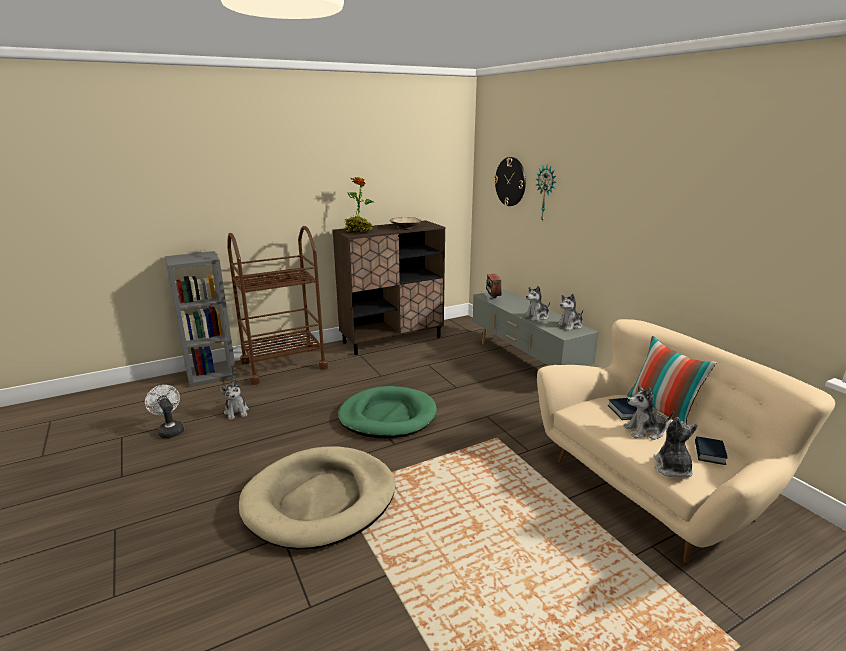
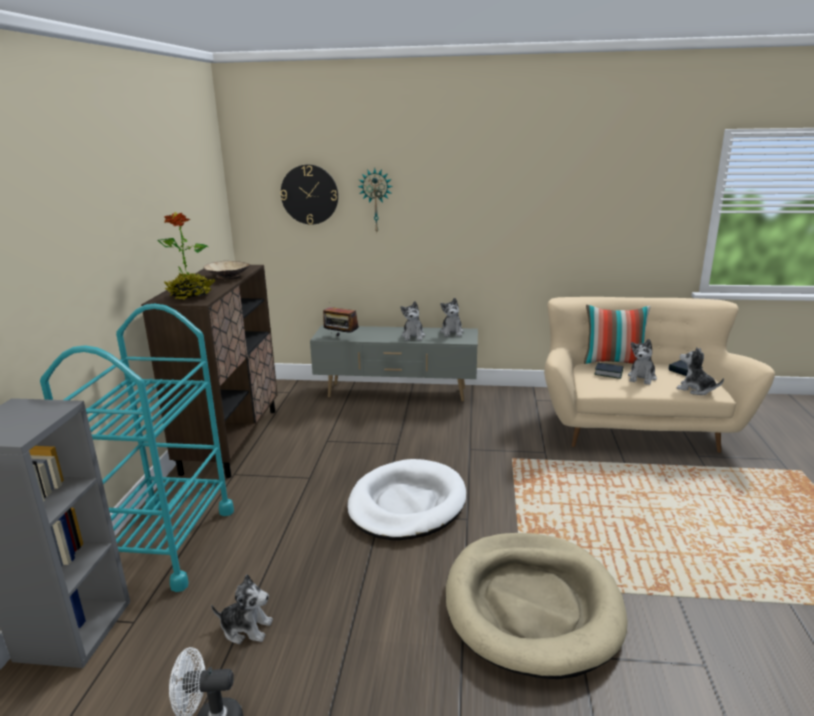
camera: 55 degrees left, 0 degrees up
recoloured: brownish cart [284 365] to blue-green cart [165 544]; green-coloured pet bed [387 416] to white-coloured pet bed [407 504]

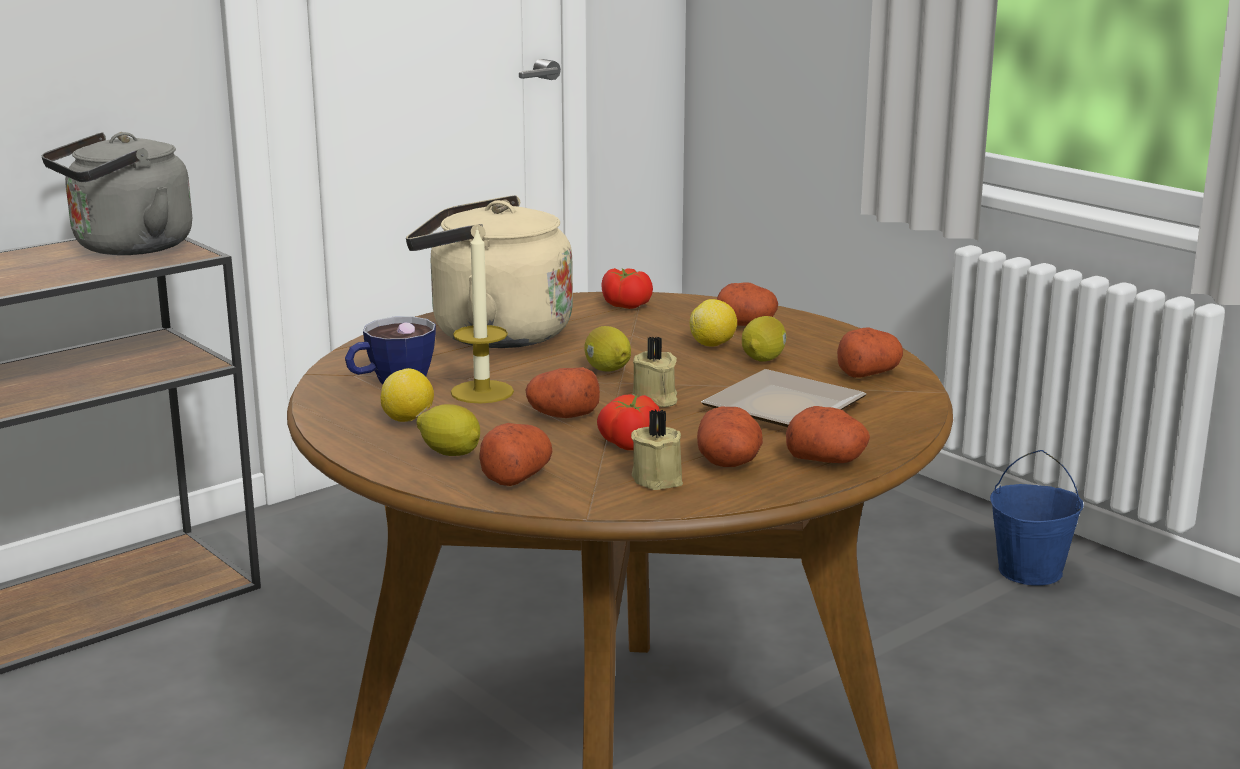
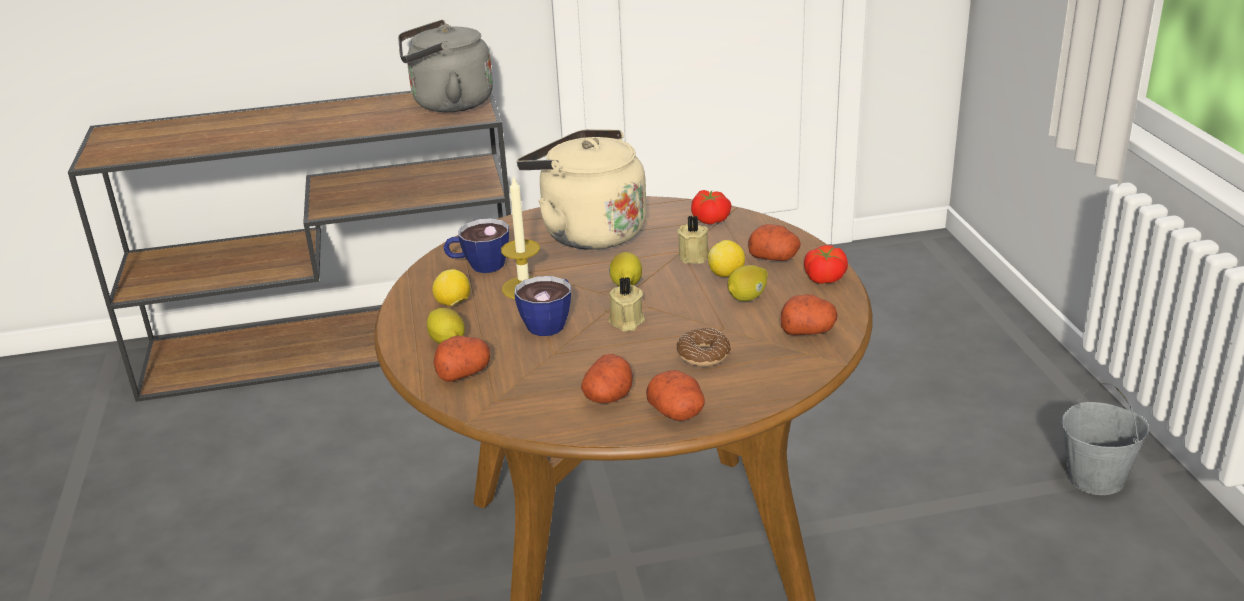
camera: 30 degrees right, 10 degrees up
moved: beige-coloured wax candle [659 478] to [695 256]; whole tomato [629 443] to [823 278]
replaced: spud [562 415] to drinking cup [551 322]; flat dish [785 410] to ring doughnut [703 355]
recoloured: blue water bucket [1030 571] to grey water bucket [1095 478]

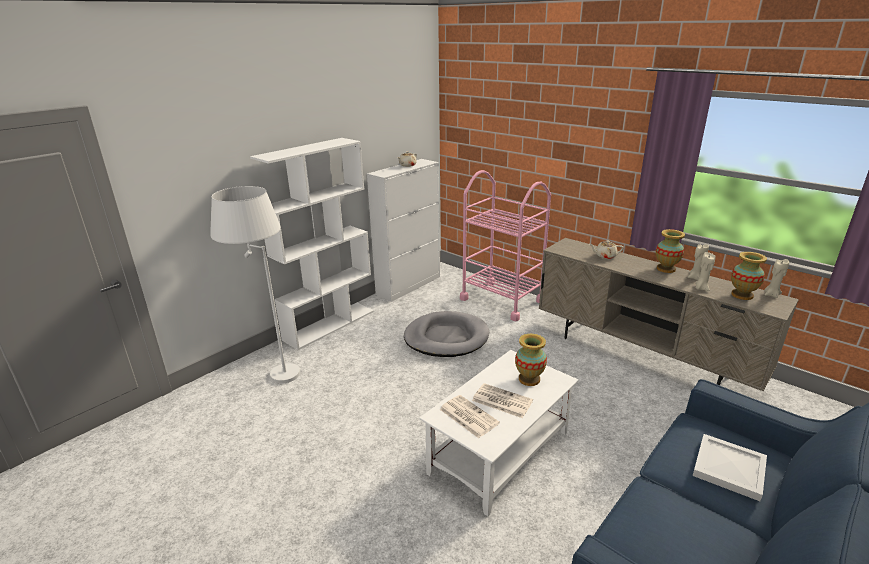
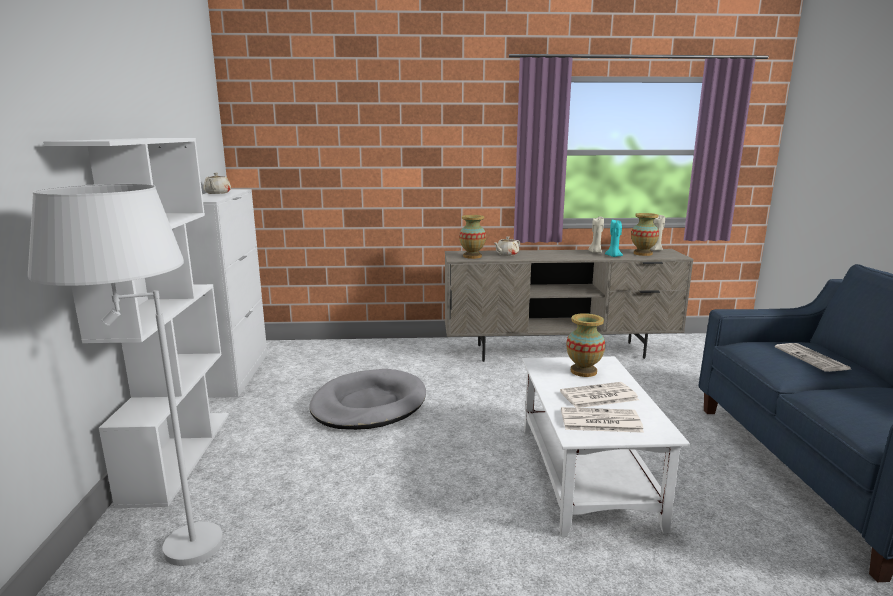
camera: 45 degrees left, 10 degrees down
removed: pinkish cart [502 300]
moved: flower vase [666 269] to [472 256]
replaced: white-coloured carrying tray [730 469] to daily paper [813 358]
recoloured: beige-coloured wax candle [701 288] to blue-green wax candle [613 256]

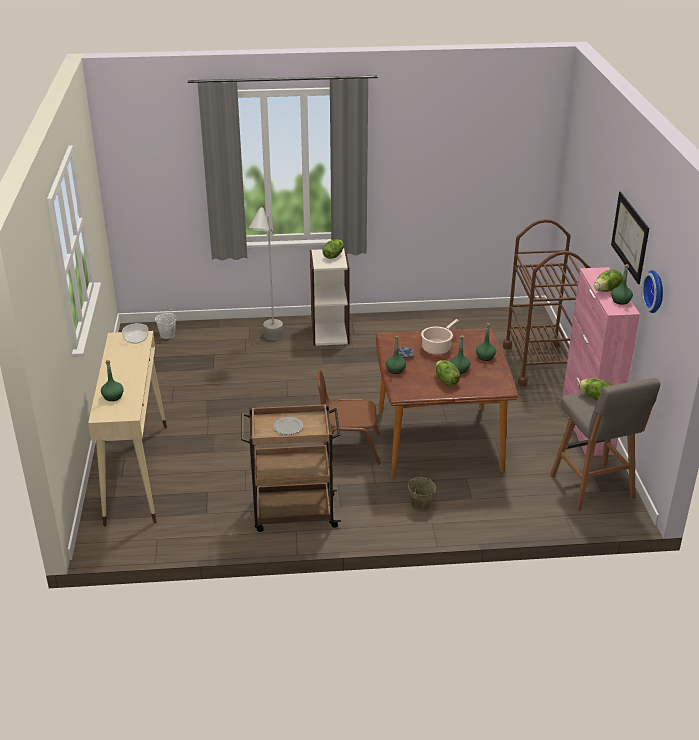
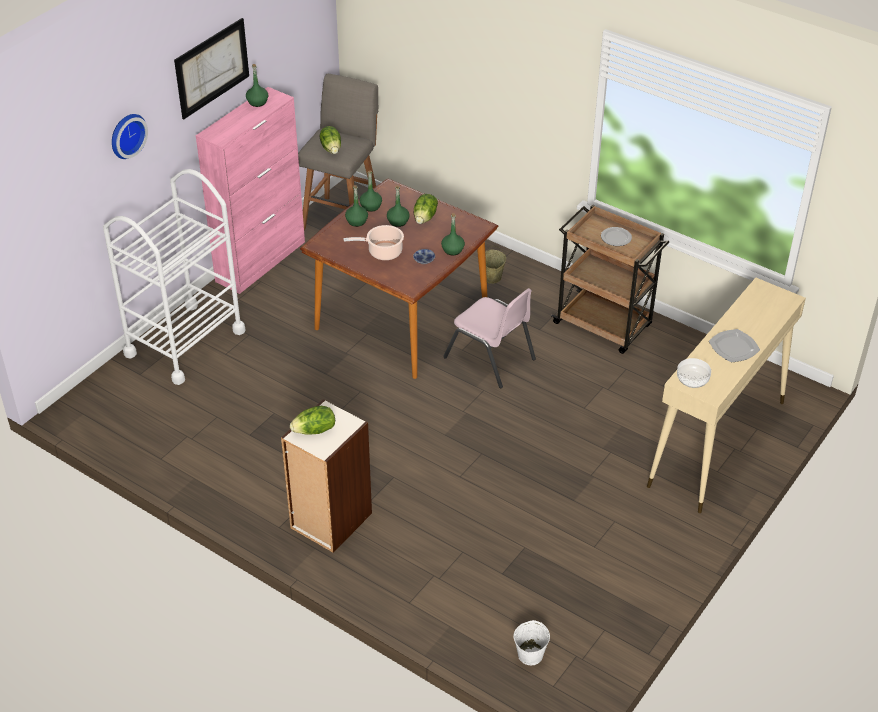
camera: 140 degrees left, 10 degrees up
removed: grey standard lamp [270 344]; lettuce head [607 290]
added: flat dish [733 348]
moved: hanging clock [656 291] to [126 135]; green-coloured drink bottle [113 396] to [370 206]
recoloured: brownish cart [539 364] to white-coloured cart [185 342]; brownish upright chair [348 448] to pinkish upright chair [490 358]

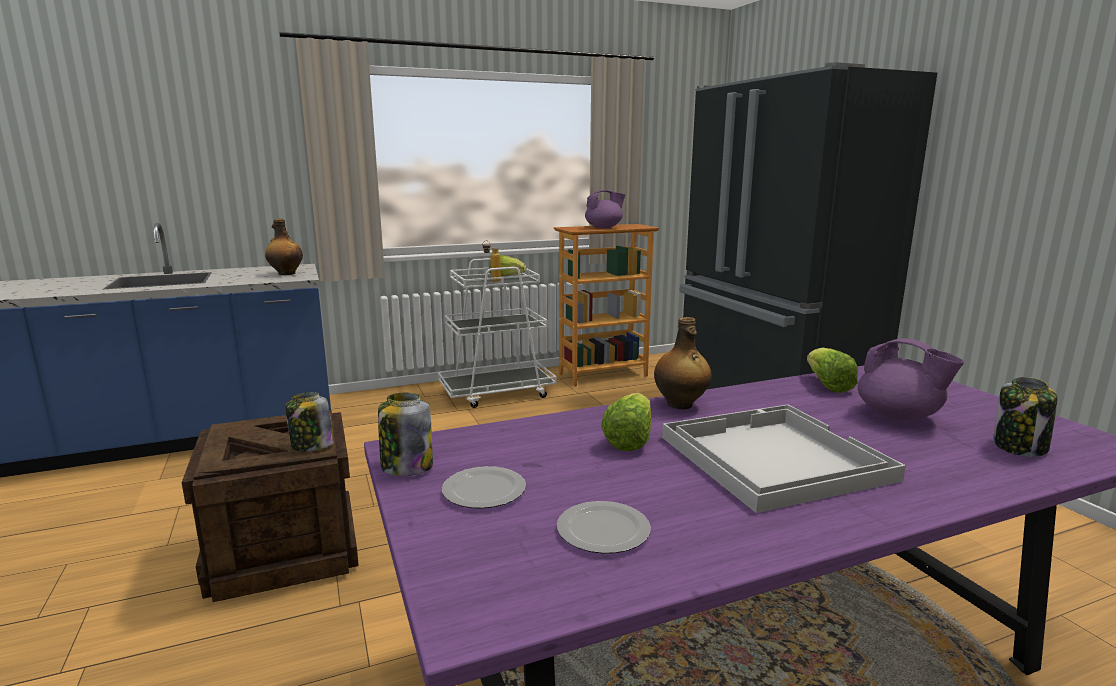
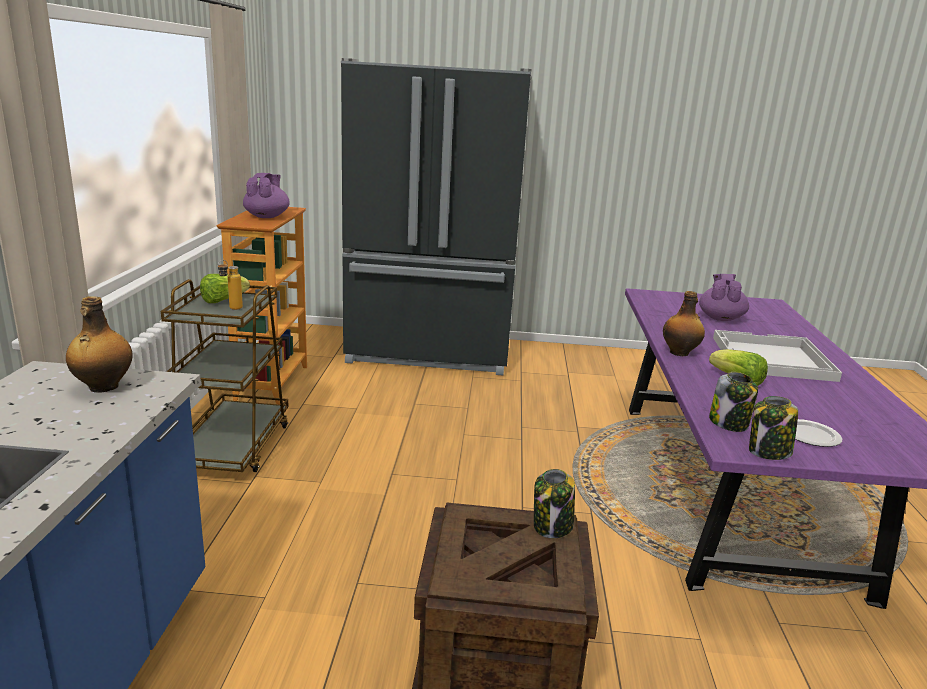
camera: 65 degrees left, 5 degrees up
removed: flat dish [605 530]; lettuce head [827 385]
moved: storage jar [1020 447] to [729 423]
recoloured: white-coloured cart [497 393] to brownish cart [233 447]
turned: purple teapot [899 416] = [720 318] 60 degrees counterclockwise

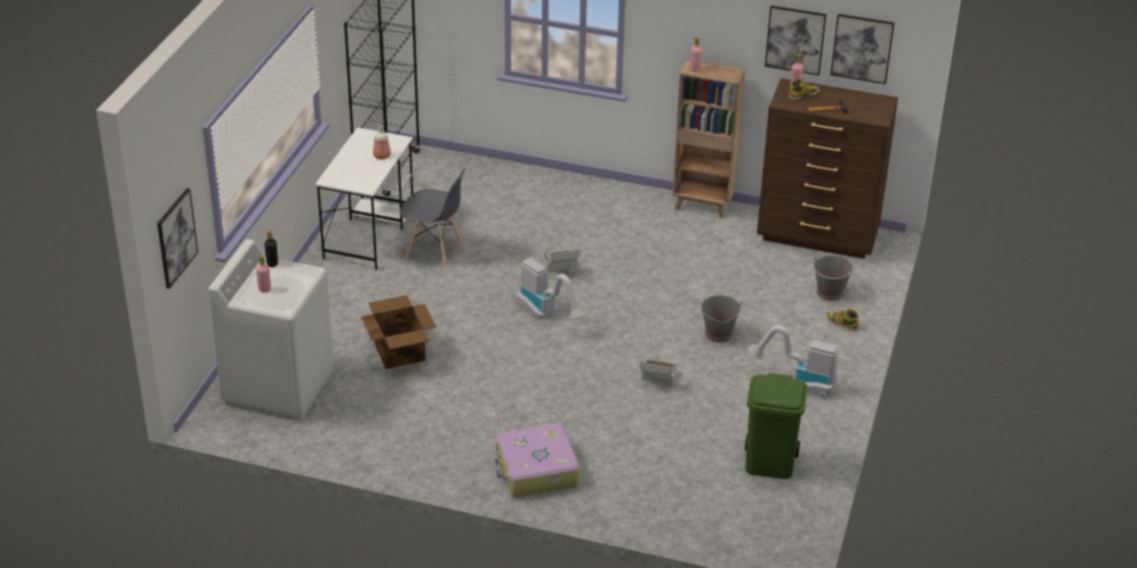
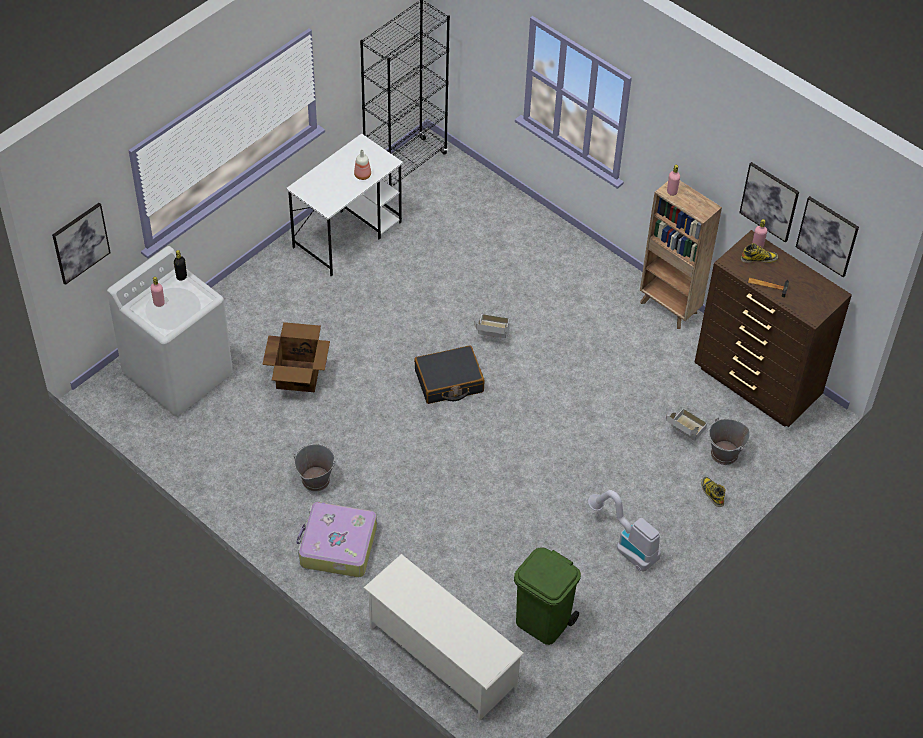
camera: 25 degrees right, 15 degrees up
removed: grey upright chair [434 251]
added: white-coloured shoe stand [441 656]
moved: grey water bucket [718 334] to [315 479]; packing box [657 381] to [683 432]
replaced: vacuum cleaner [547 314] to black suitcase [449 381]

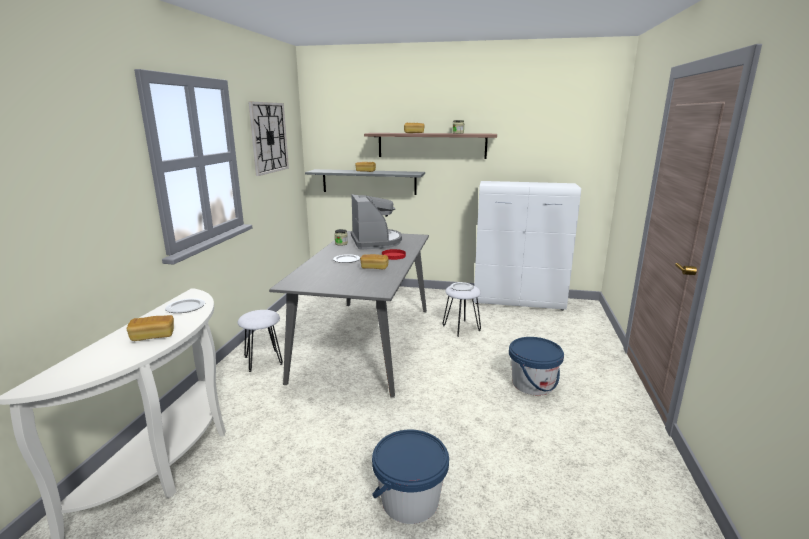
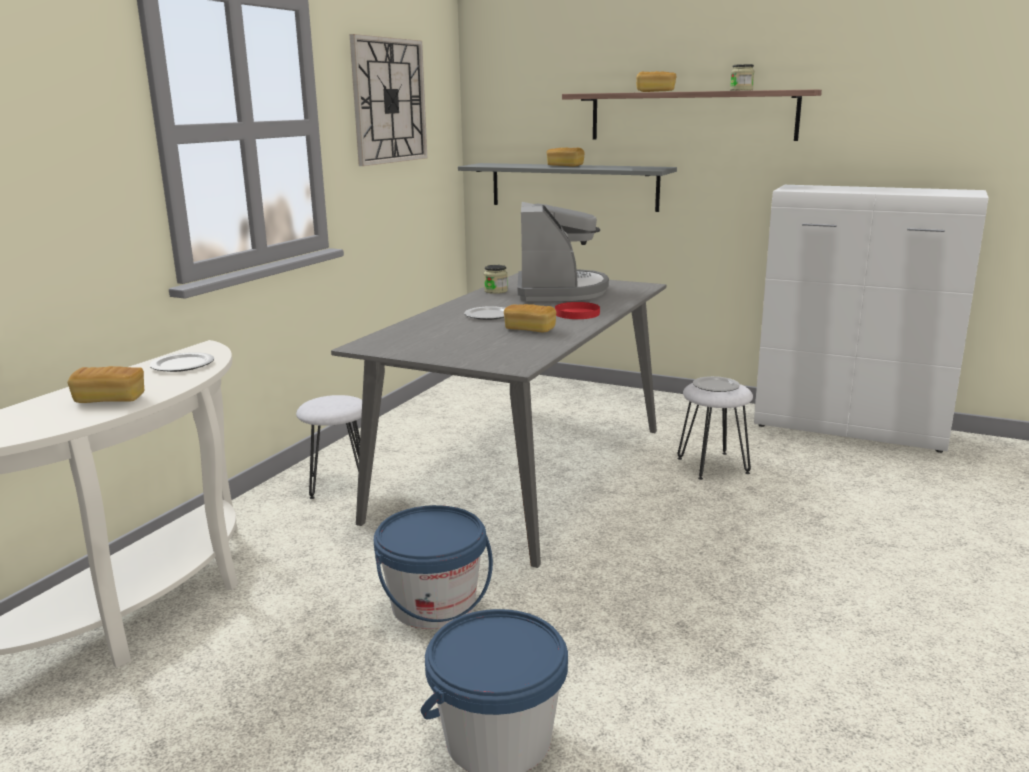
camera: 15 degrees right, 0 degrees up
moved: blue water bucket [532 384] to [433 605]

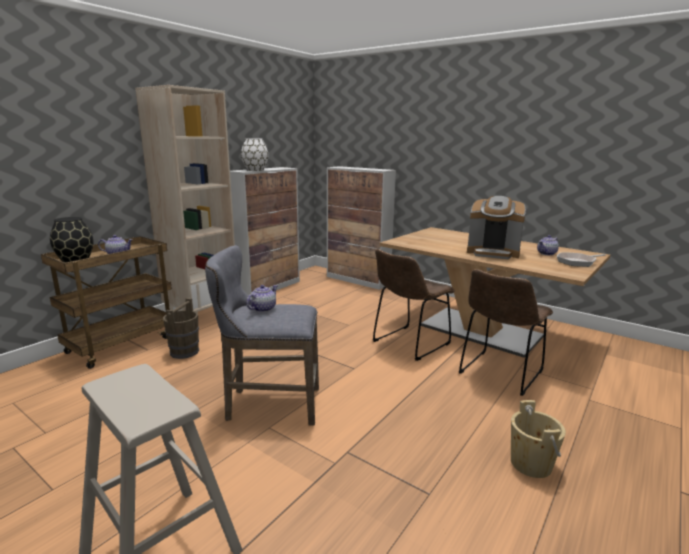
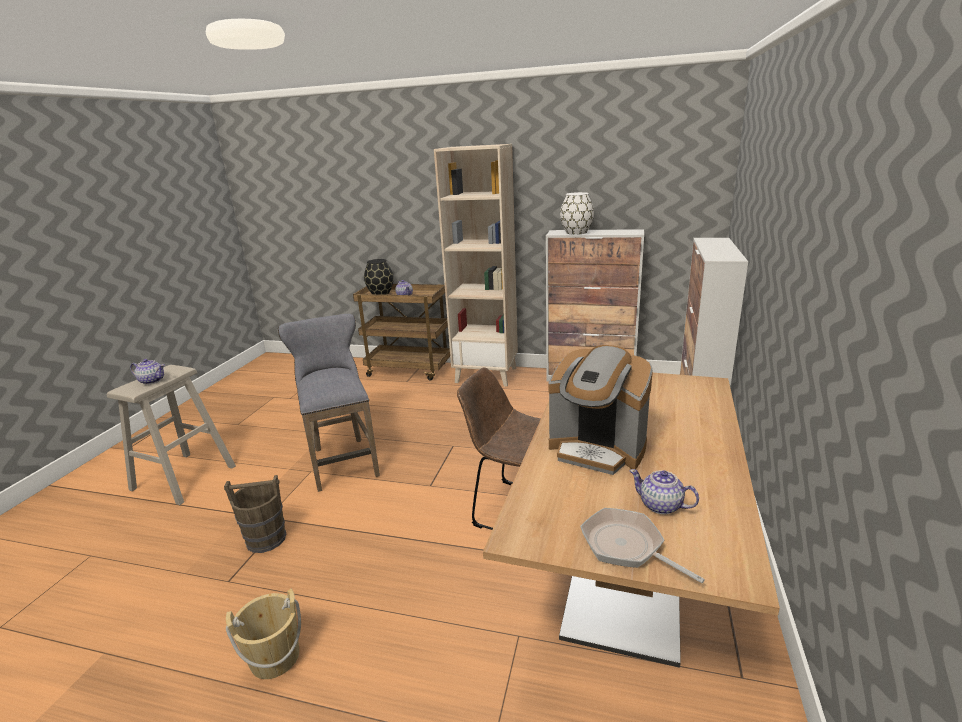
camera: 70 degrees right, 5 degrees up
removed: brownish upright chair [499 374]
moved: teapot [262 309] to [152 380]; brownish water bucket [184 352] to [265 539]
turned: coffee machine [493 253] = [597 449] 60 degrees counterclockwise

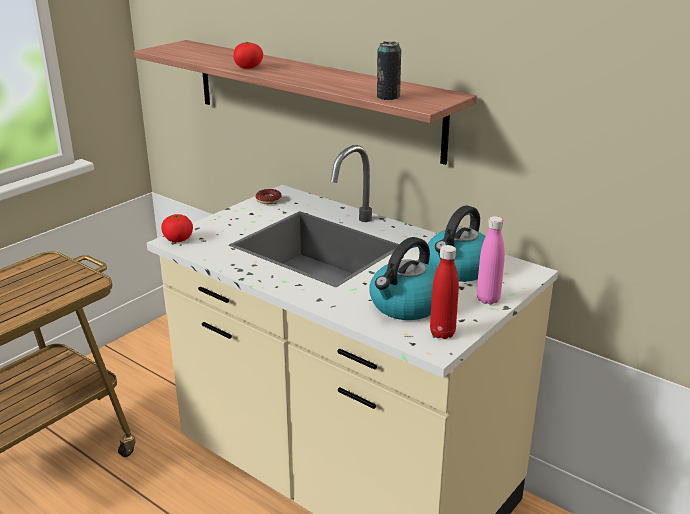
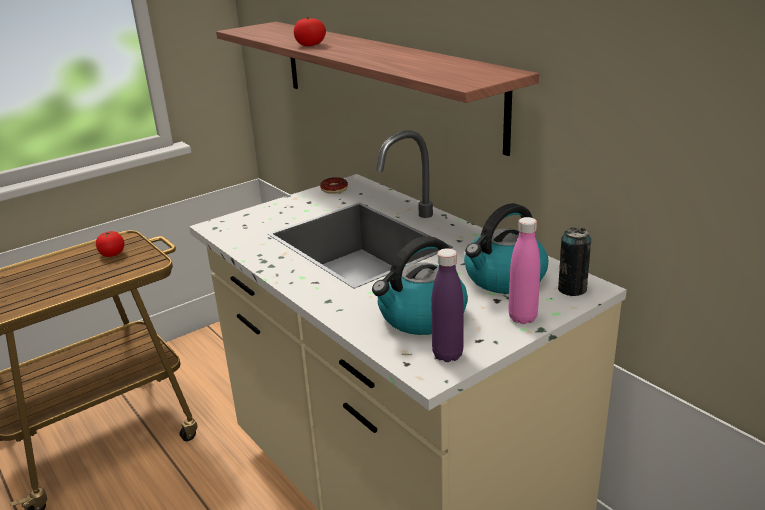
camera: 15 degrees right, 0 degrees up
moved: whole tomato [178 239] to [112 254]; can [388 97] to [572 289]
recoloured: red drink bottle [442 333] to purple drink bottle [447 355]

